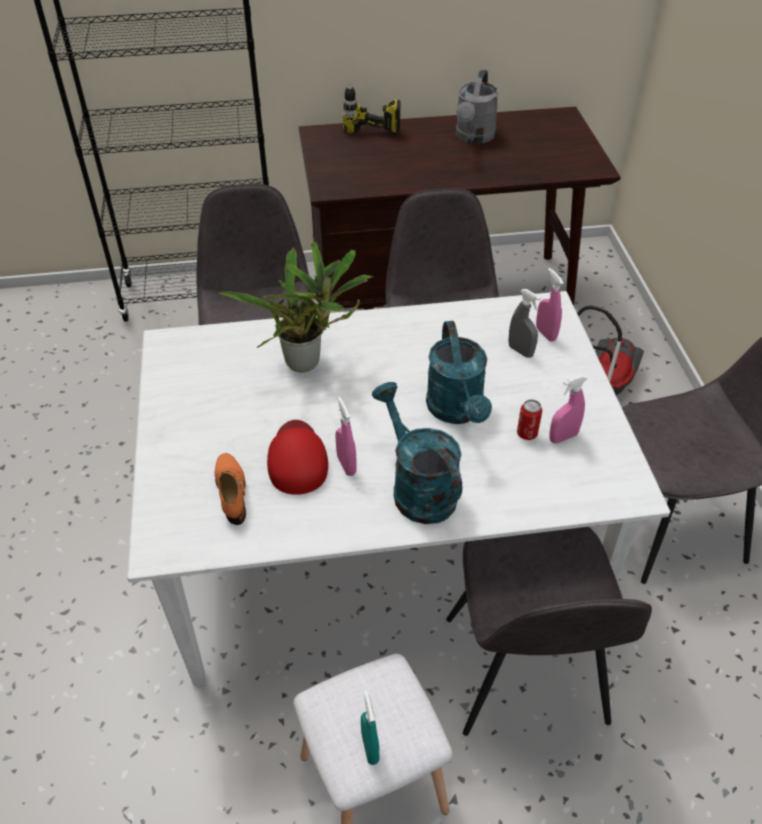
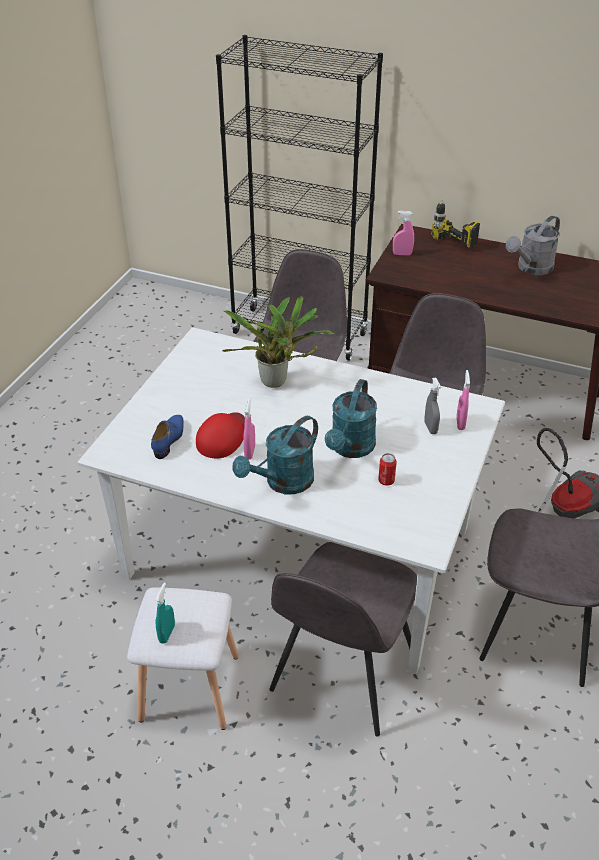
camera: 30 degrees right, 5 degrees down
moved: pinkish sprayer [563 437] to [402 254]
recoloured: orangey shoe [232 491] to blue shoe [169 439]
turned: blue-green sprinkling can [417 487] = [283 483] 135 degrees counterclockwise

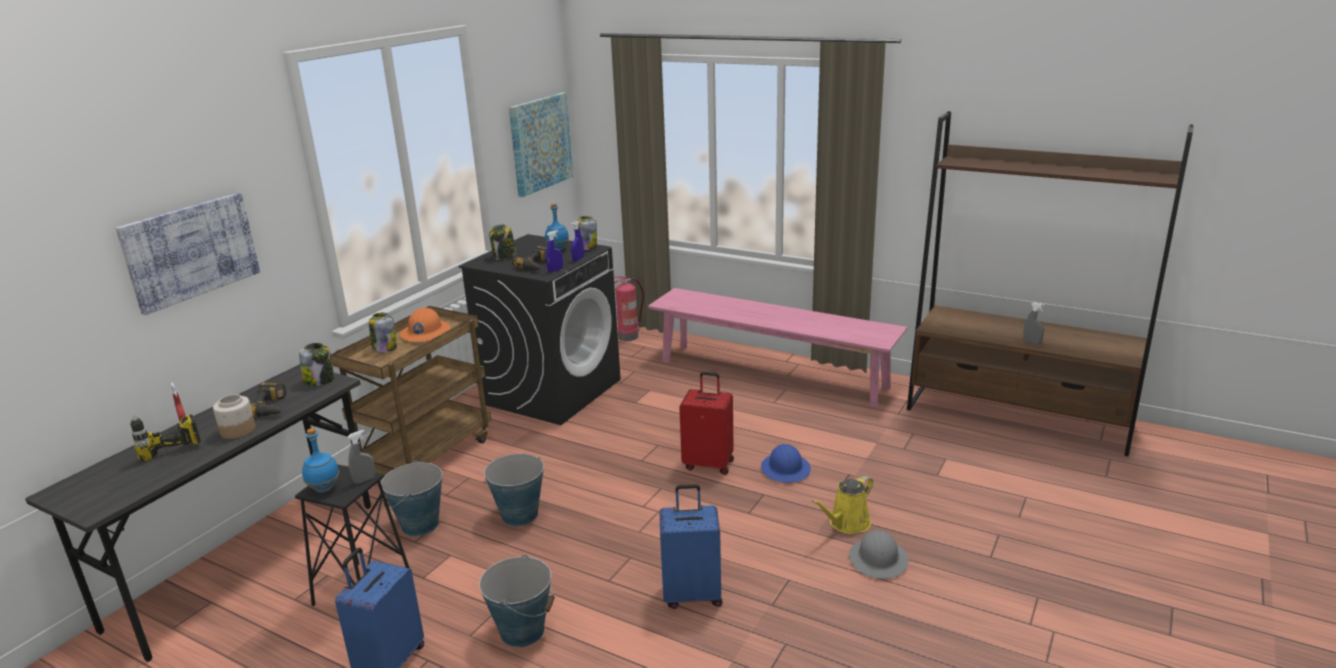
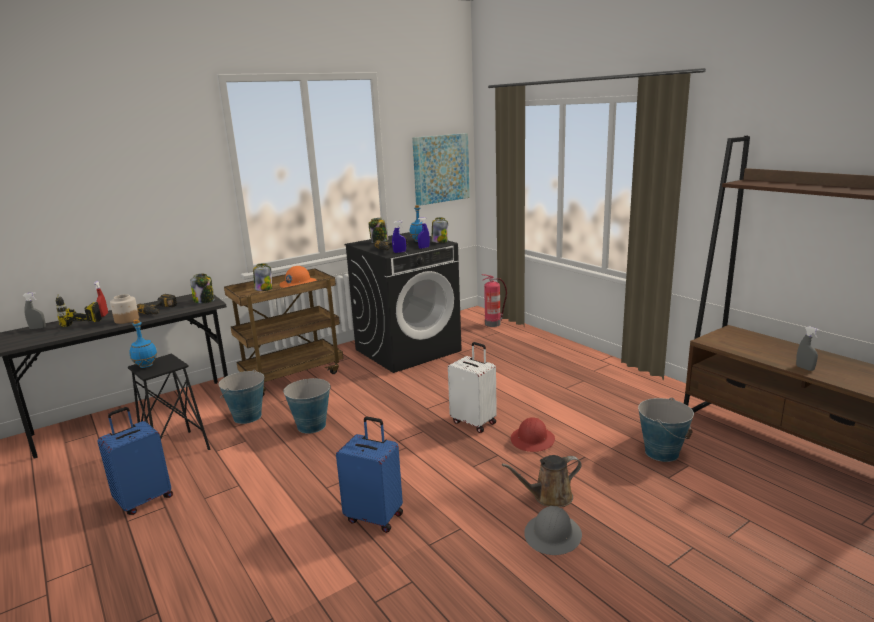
camera: 25 degrees right, 5 degrees down
removed: wall art [191 251]; pinkish indoor bench [771 373]
moved: grey sprayer [364 480] to [38 328]; water bucket [522 631] to [662 452]
recoloured: red suitcase [709 464] to white-coloured suitcase [474 422]; yellow sprinkling can [847 524] to brownish sprinkling can [549 497]; blue safety helmet [785 469] to red safety helmet [532 440]

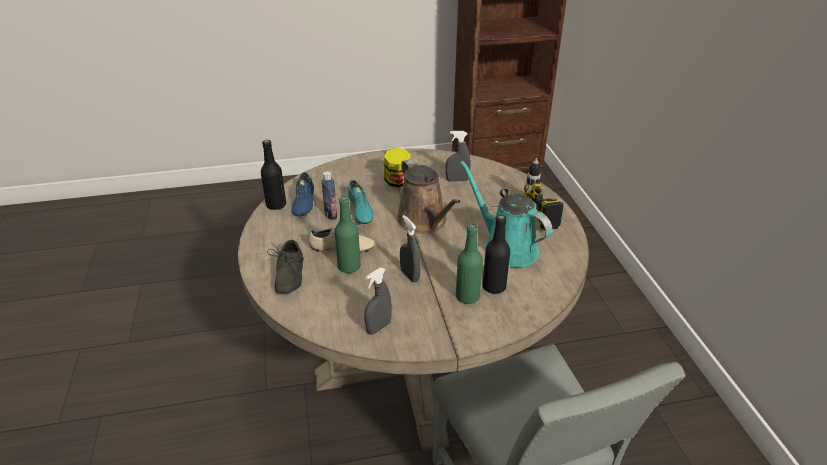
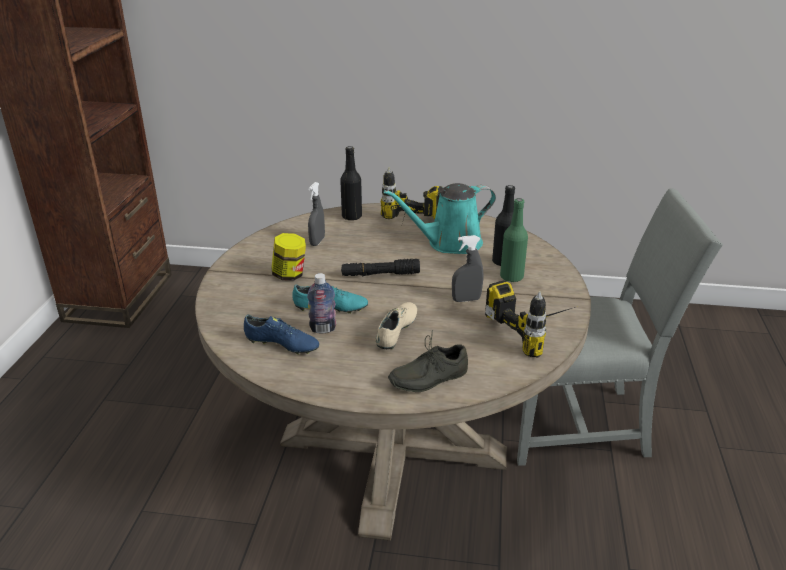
camera: 70 degrees left, 5 degrees down
removed: green-coloured drink bottle [349 267]
moved: black drink bottle [276 205] to [352 216]
replaced: brownish sprinkling can [424 222] to black torch [380 274]; grey sprayer [378 327] to drill [538 331]
turned: grey shoe [287 276] = [427 376] 135 degrees clockwise

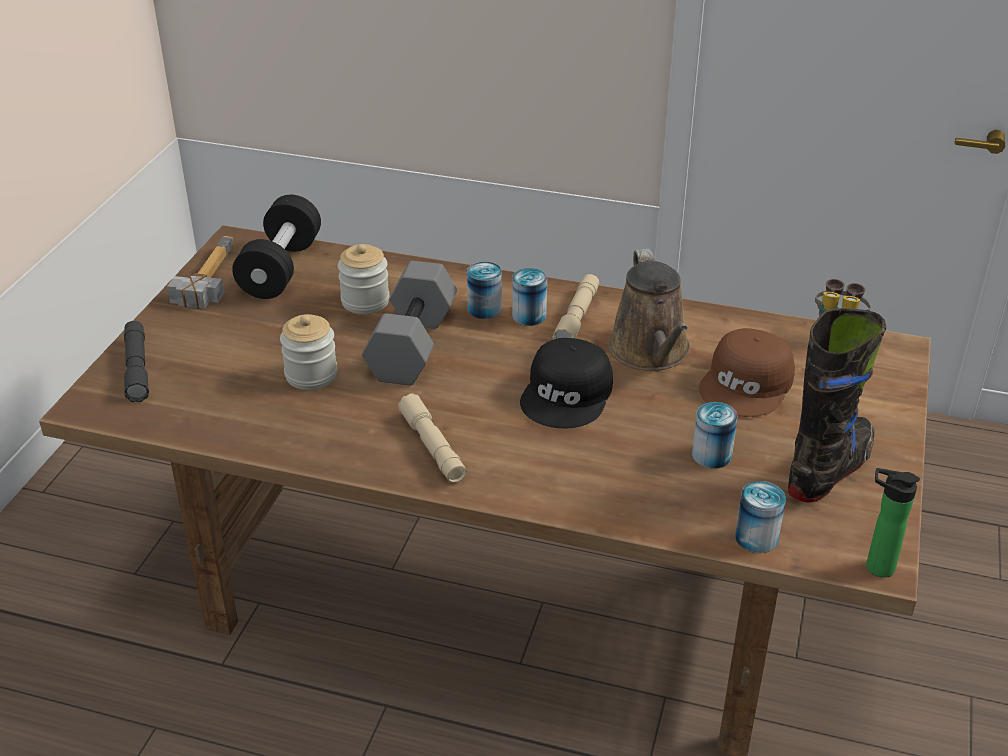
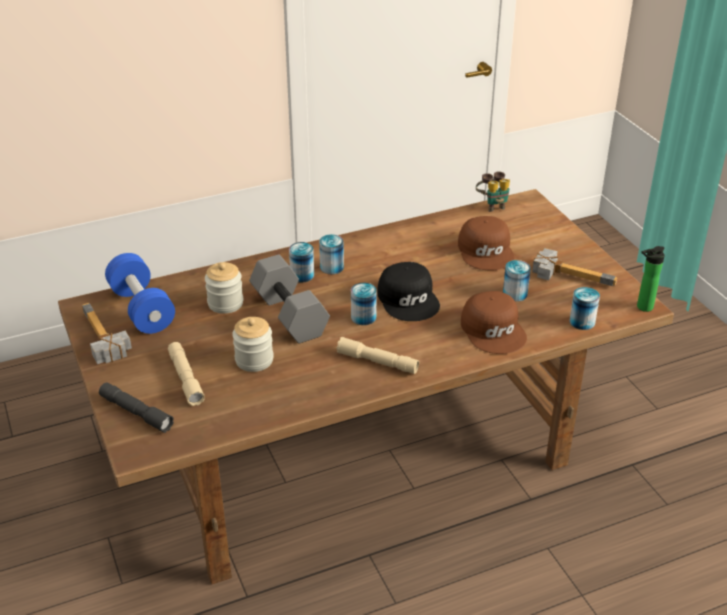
camera: 40 degrees left, 0 degrees up
removed: brownish sprinkling can [651 352]
added: can [363 317]; brownish cap [494 330]
moved: beige-coloured torch [577 318] to [185 379]
replaced: black boot [829 470] to hand hammer [572 274]
recoloured: black hand weight [281 269] to blue hand weight [142 309]

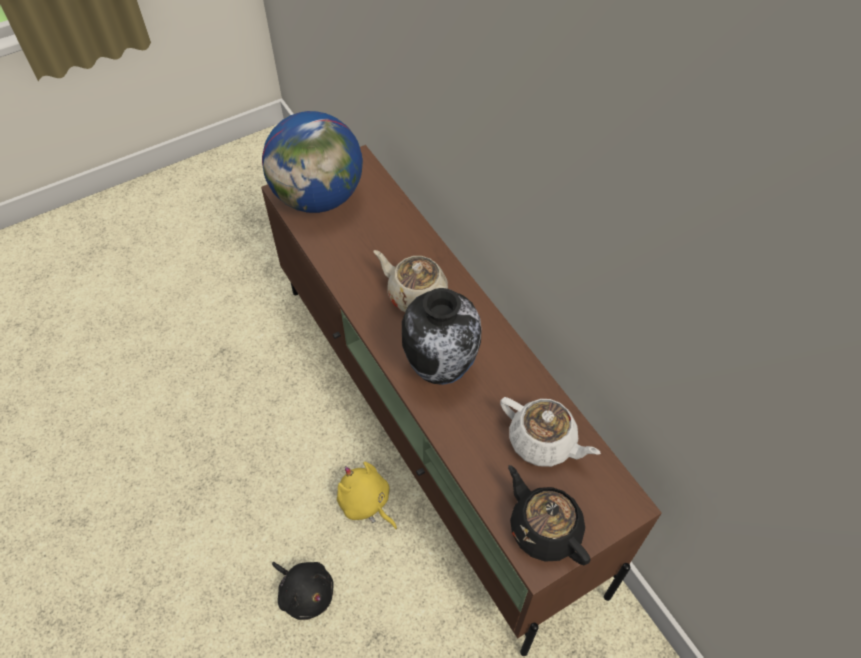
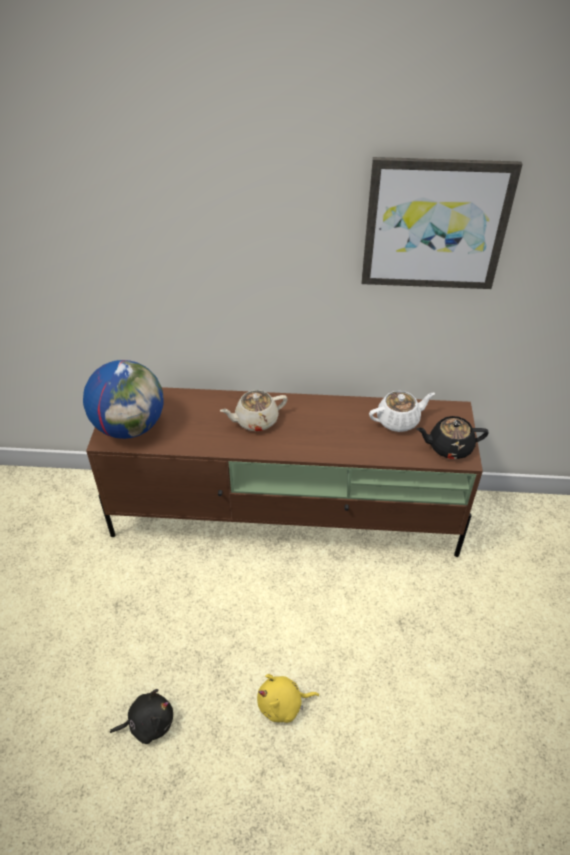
camera: 55 degrees left, 10 degrees down
removed: flower vase [441 368]
added: wall art [435 224]
moved: black plush toy [305 592] to [148 723]; yellow plush toy [366 503] to [283 704]

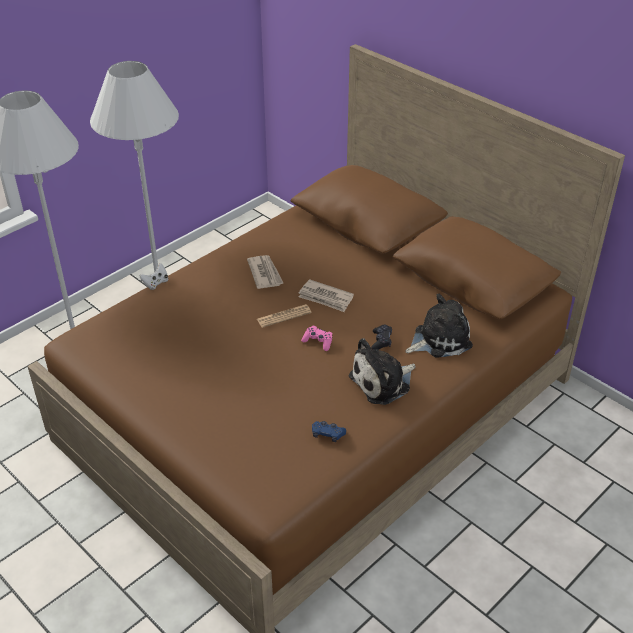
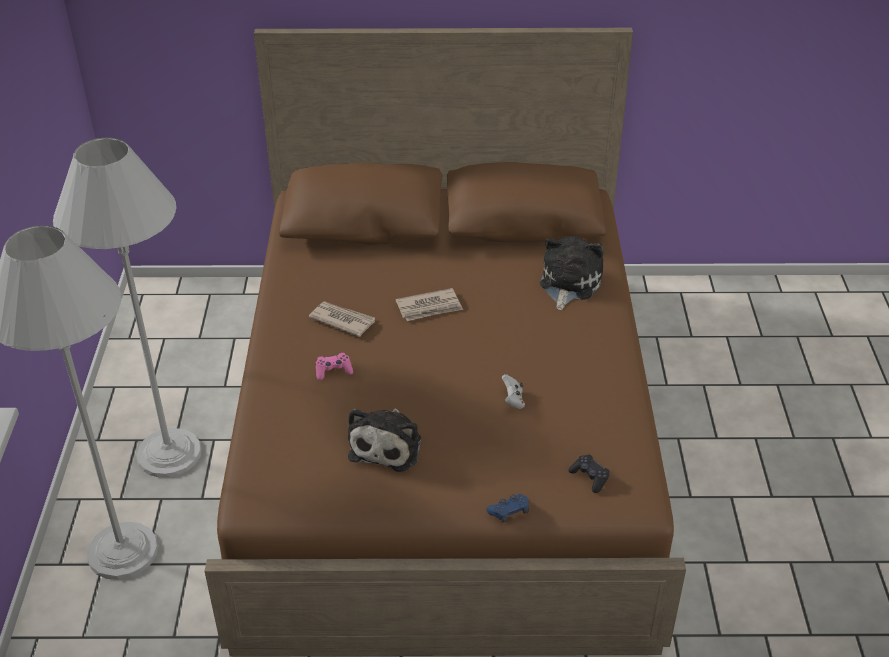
camera: 45 degrees left, 0 degrees up
removed: daily paper [284 316]
moved: pinkish game controller [318 342] to [333 371]; plush toy [383 382] to [387 445]; blue game controller [327 434] to [509 511]; white-coloured game controller [156 283] to [513 400]; black game controller [381 341] to [590 477]

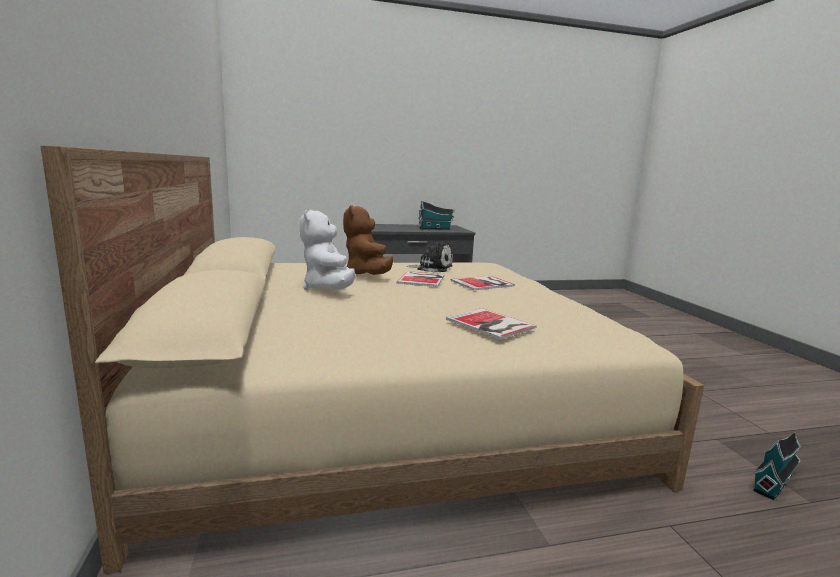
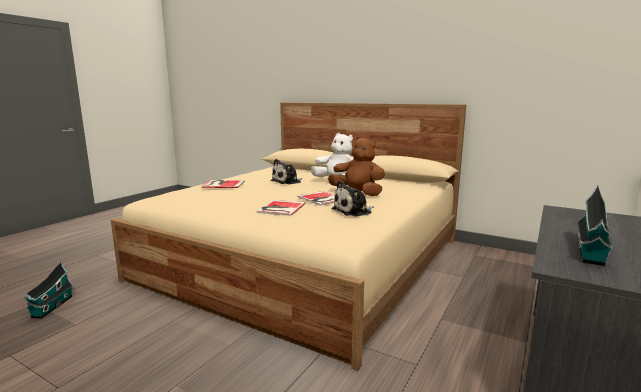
camera: 135 degrees right, 0 degrees up
added: plush toy [287 182]

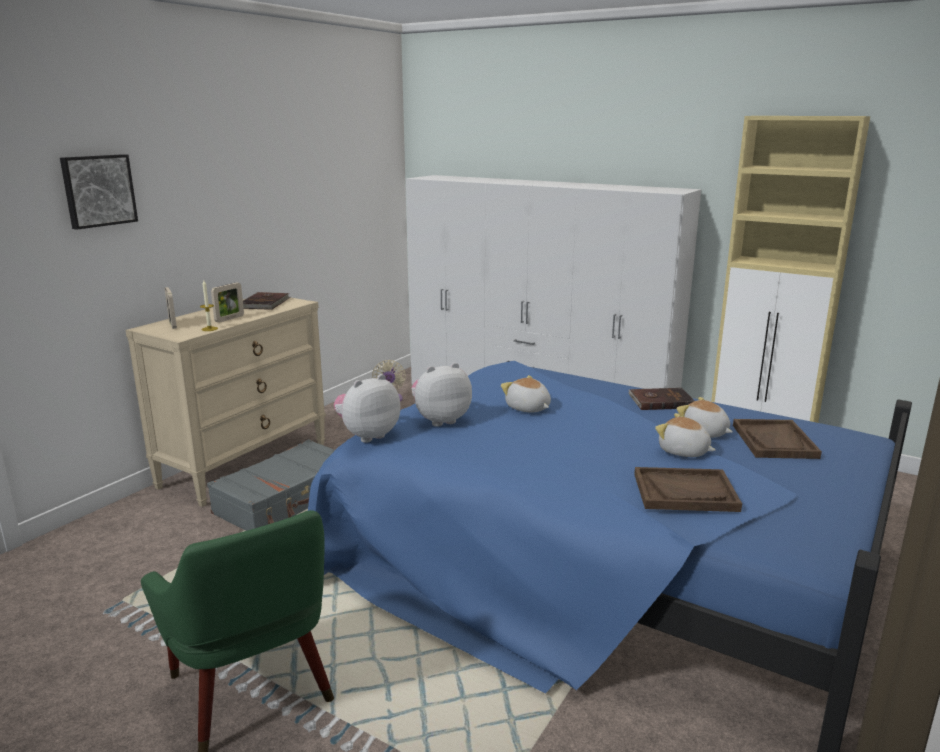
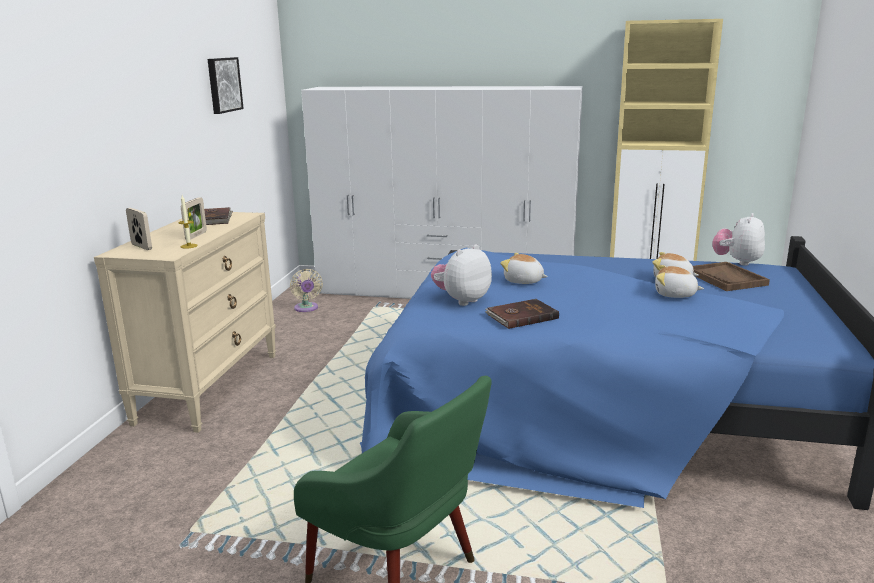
camera: 20 degrees left, 0 degrees up
removed: grey suitcase [287 499]; brownish carrying tray [685 492]
moved: wall art [98 190] to [223 85]; brownish book [660 401] to [521 316]; plush toy [367 435] to [737 262]

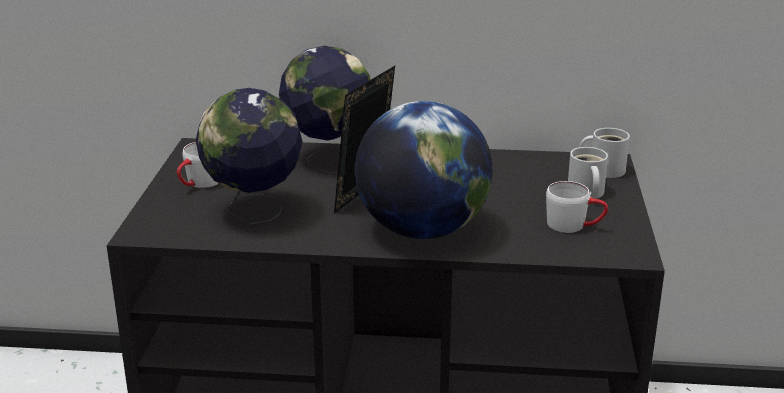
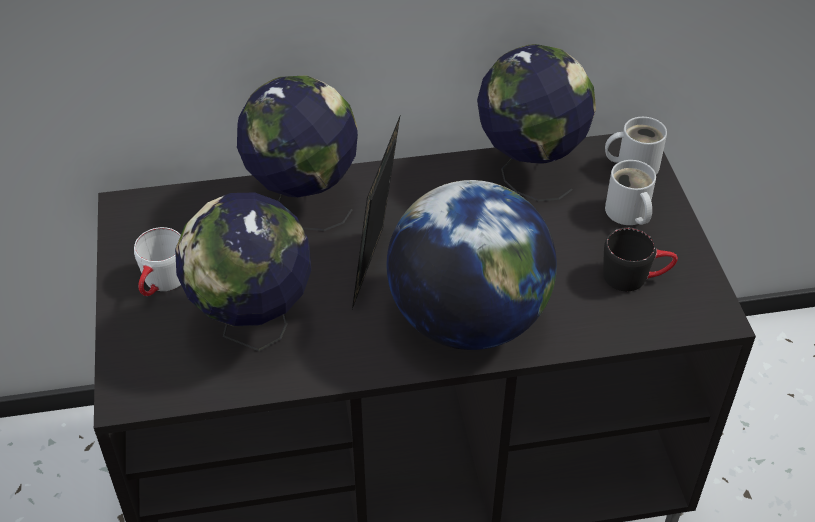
camera: 15 degrees left, 20 degrees up
added: globe [528 172]
recoloured: white-coloured mug [574 226] to black mug [635 276]

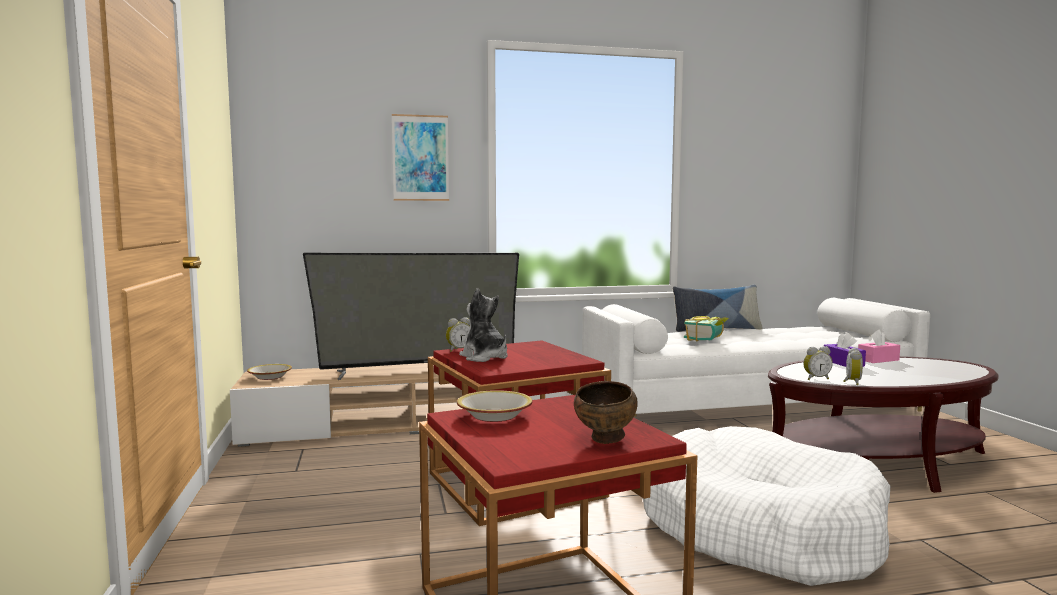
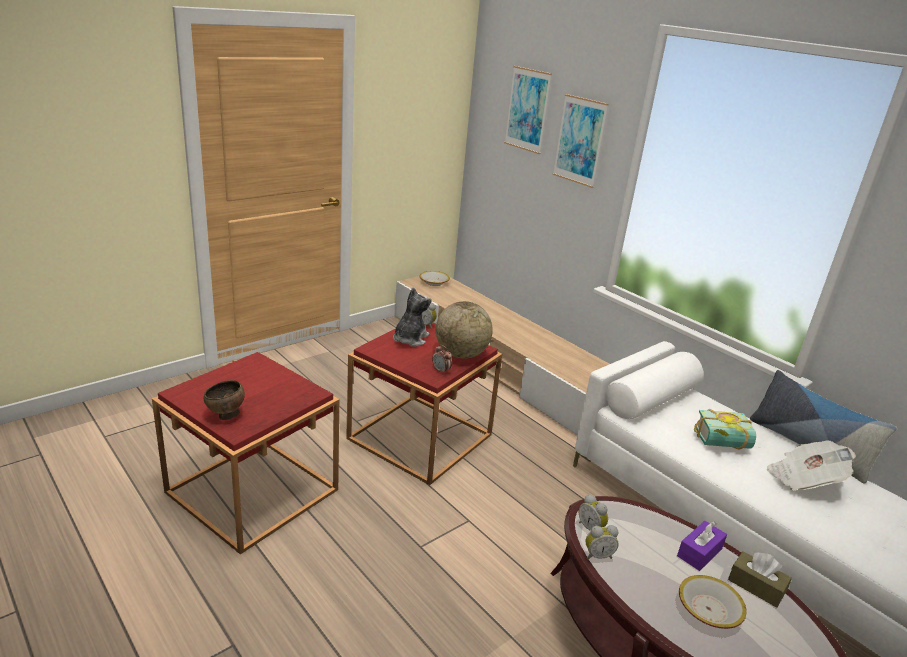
camera: 60 degrees right, 20 degrees up
removed: television [419 370]; white-coloured pet bed [759 529]
added: bedside clock [441 371]; globe [461 354]; wall art [527 110]; daily paper [804 479]
moved: bowl [494 416] to [708 609]
recoloured: pinkish tissue holder [878 360] to brownish tissue holder [756 586]

